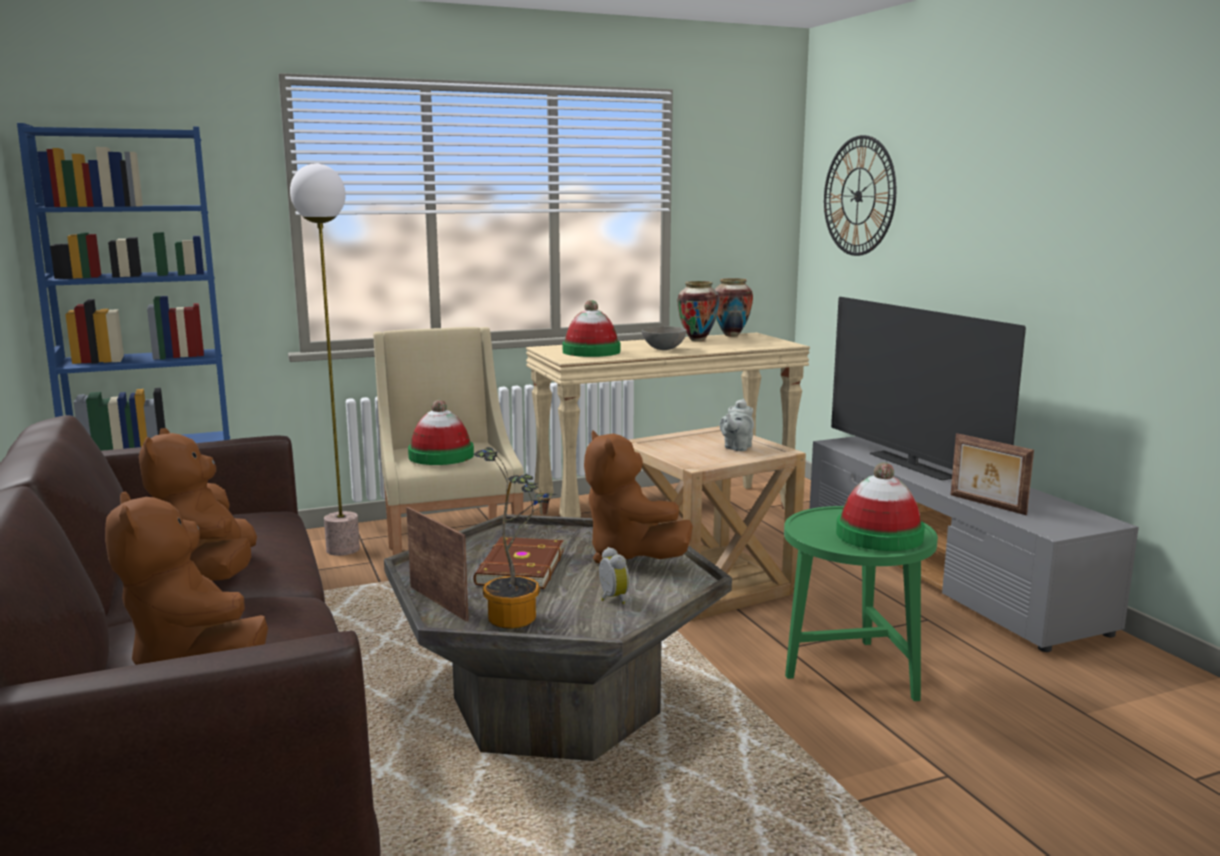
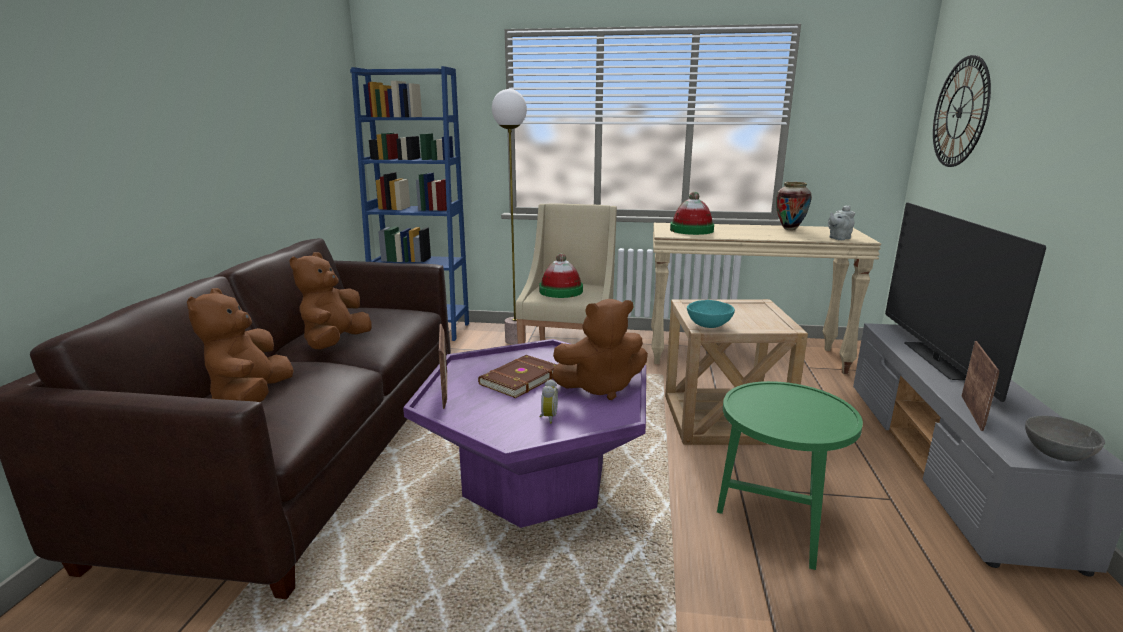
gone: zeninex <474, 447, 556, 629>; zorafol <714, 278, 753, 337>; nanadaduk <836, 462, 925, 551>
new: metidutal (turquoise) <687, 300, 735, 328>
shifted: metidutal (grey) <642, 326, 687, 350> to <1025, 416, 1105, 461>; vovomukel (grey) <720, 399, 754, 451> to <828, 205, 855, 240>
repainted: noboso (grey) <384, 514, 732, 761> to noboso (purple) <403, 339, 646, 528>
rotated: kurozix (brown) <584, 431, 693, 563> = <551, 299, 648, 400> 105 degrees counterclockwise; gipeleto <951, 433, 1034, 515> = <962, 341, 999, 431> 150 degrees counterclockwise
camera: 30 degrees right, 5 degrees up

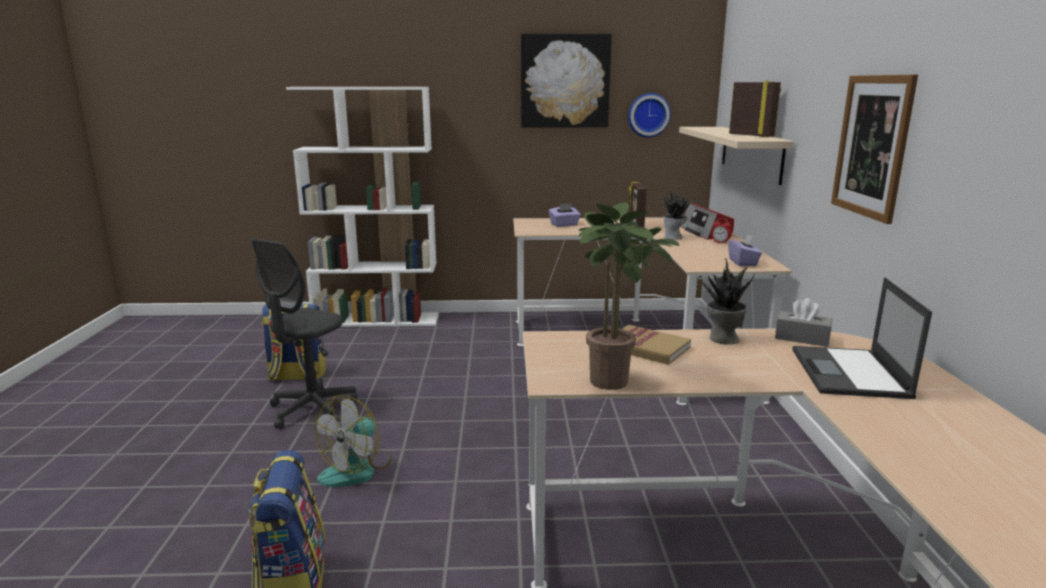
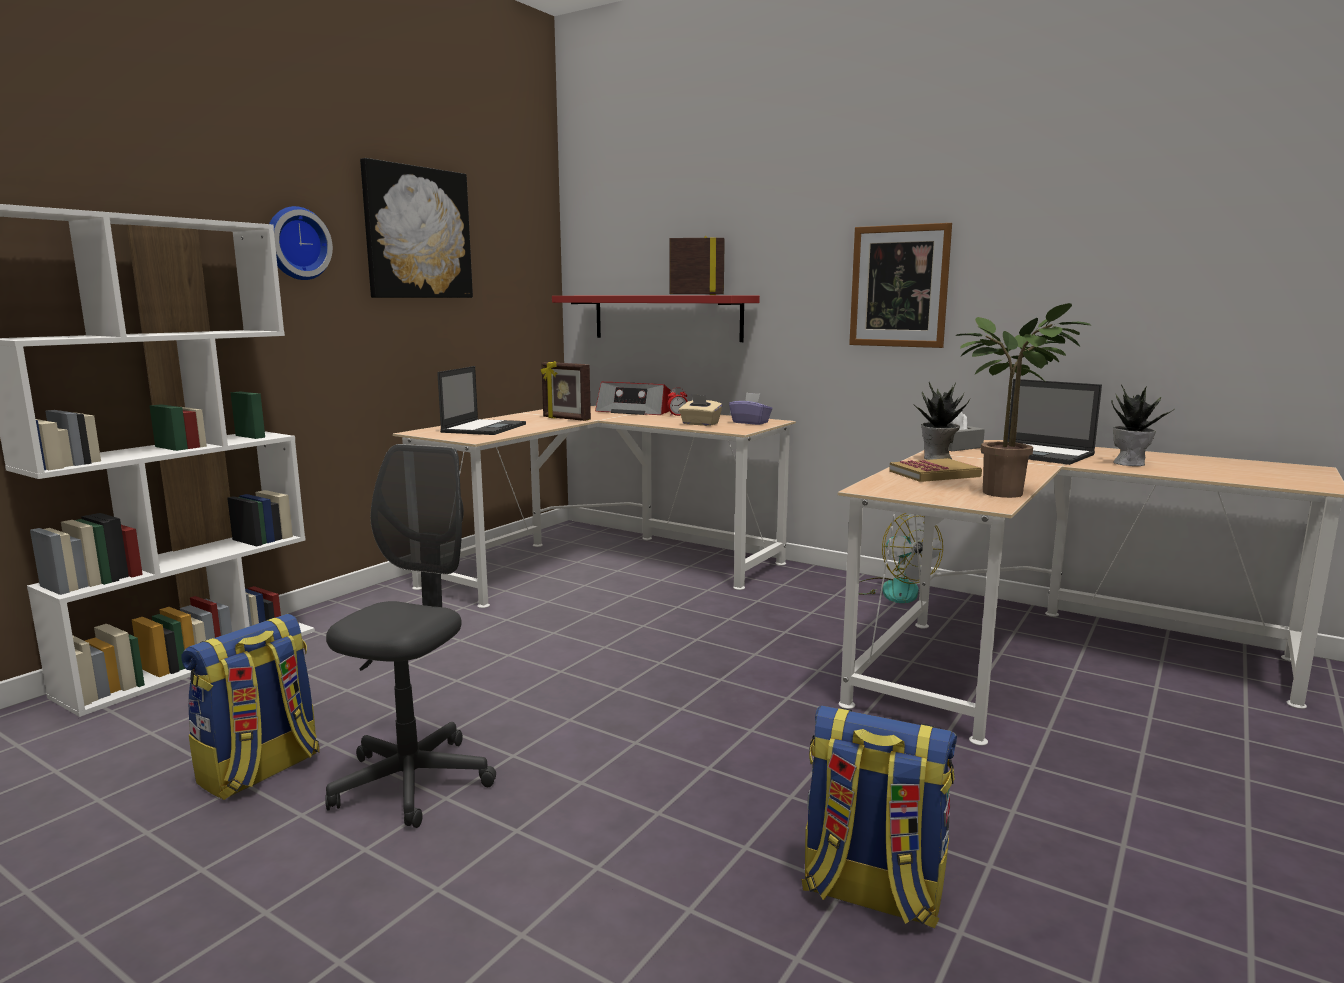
new: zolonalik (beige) <679, 394, 722, 426>
shifted: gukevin <314, 395, 392, 487> to <859, 513, 943, 603>; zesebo <628, 93, 671, 137> to <269, 206, 333, 280>; zeninex <660, 190, 694, 240> to <1111, 384, 1173, 466>
swapped: zolonalik (purple) <548, 203, 581, 227> to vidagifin <437, 366, 526, 435>
repainted: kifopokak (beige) <679, 127, 794, 185> to kifopokak (red) <552, 295, 760, 342>
rotated: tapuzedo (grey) <251, 238, 358, 430> = <325, 444, 496, 828> 135 degrees counterclockwise
camera: 55 degrees left, 5 degrees down

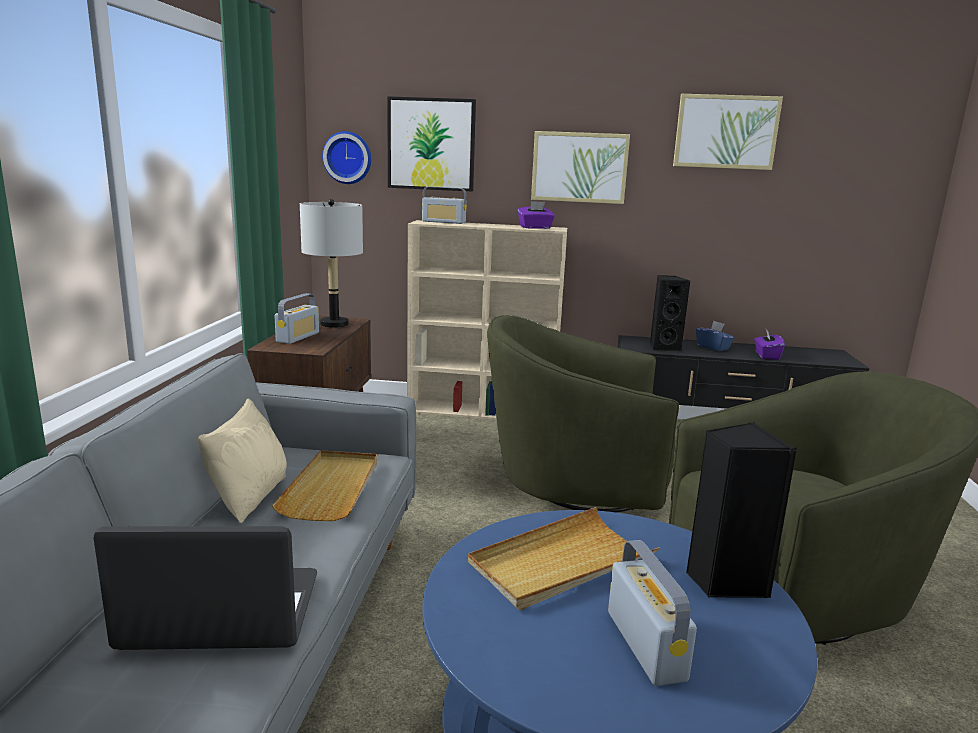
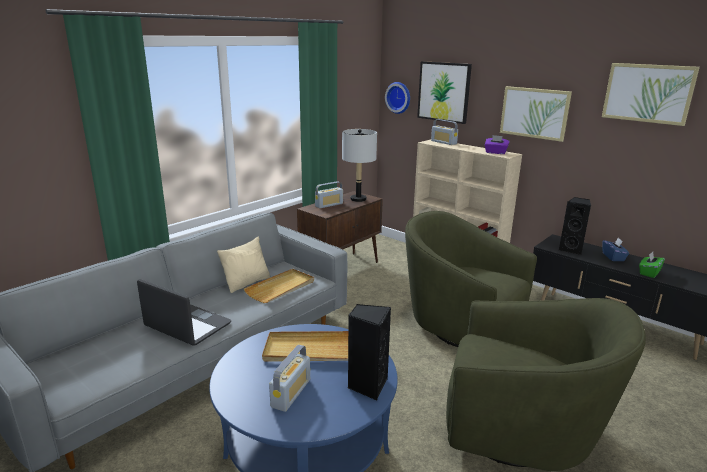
repainted: zolonalik (purple) <754, 329, 785, 360> to zolonalik (green) <639, 252, 665, 278>
camera: 35 degrees right, 5 degrees up

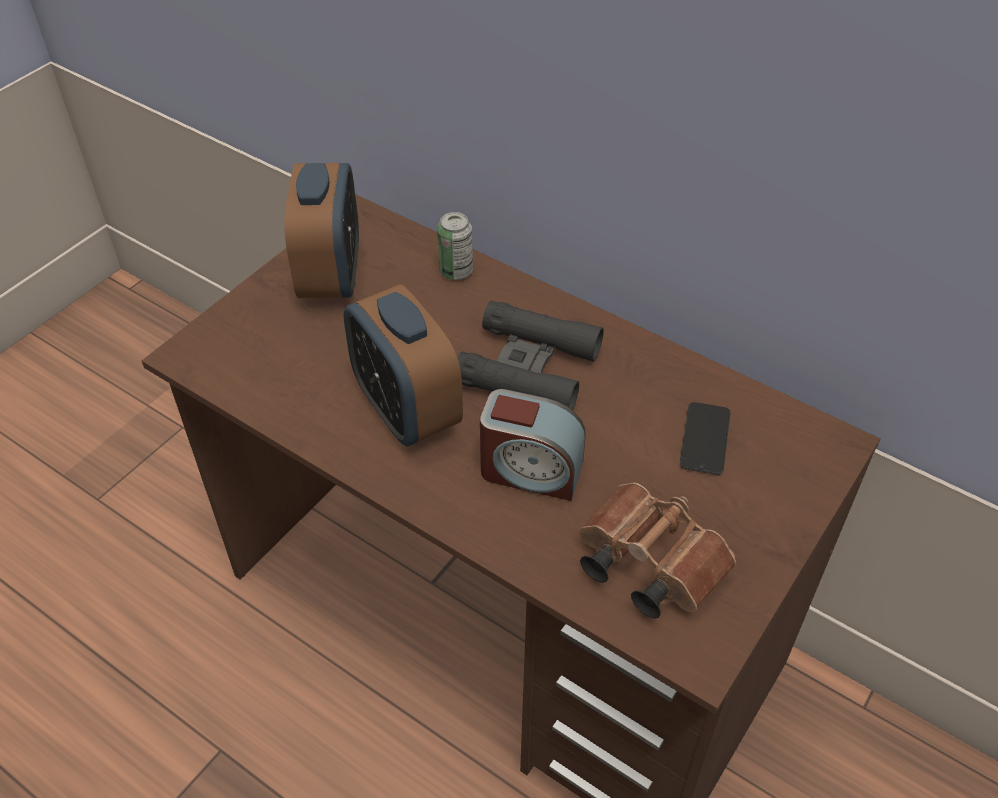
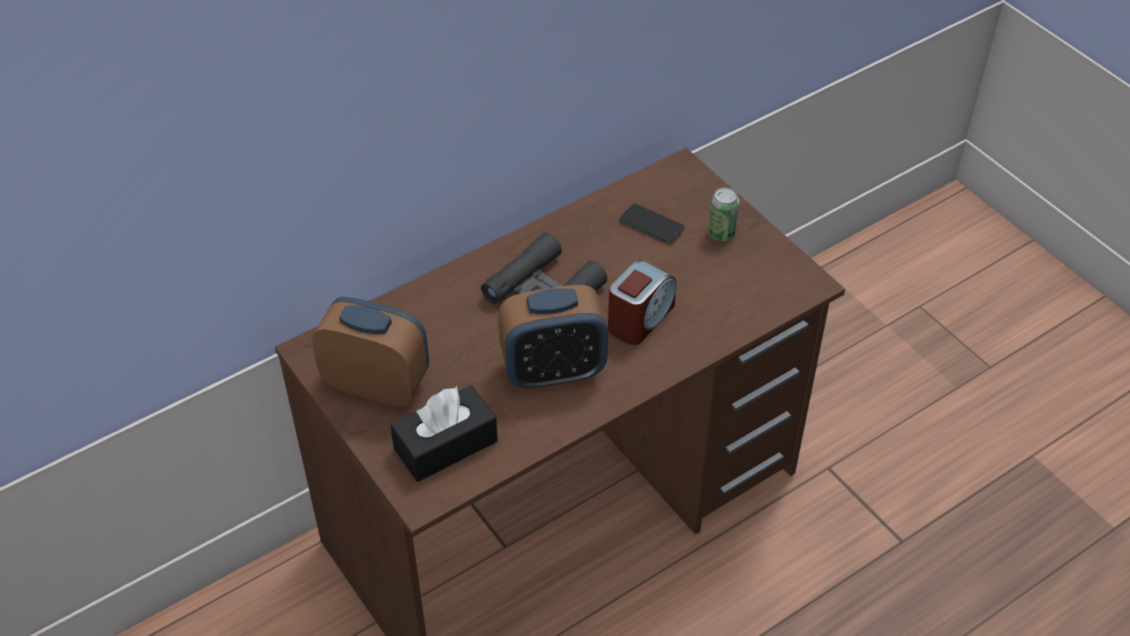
gone: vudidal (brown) <579, 483, 736, 618>
new: zolonalik (black) <390, 385, 498, 482>
shifted: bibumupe <437, 212, 473, 280> to <708, 187, 740, 241>
camera: 70 degrees left, 0 degrees up

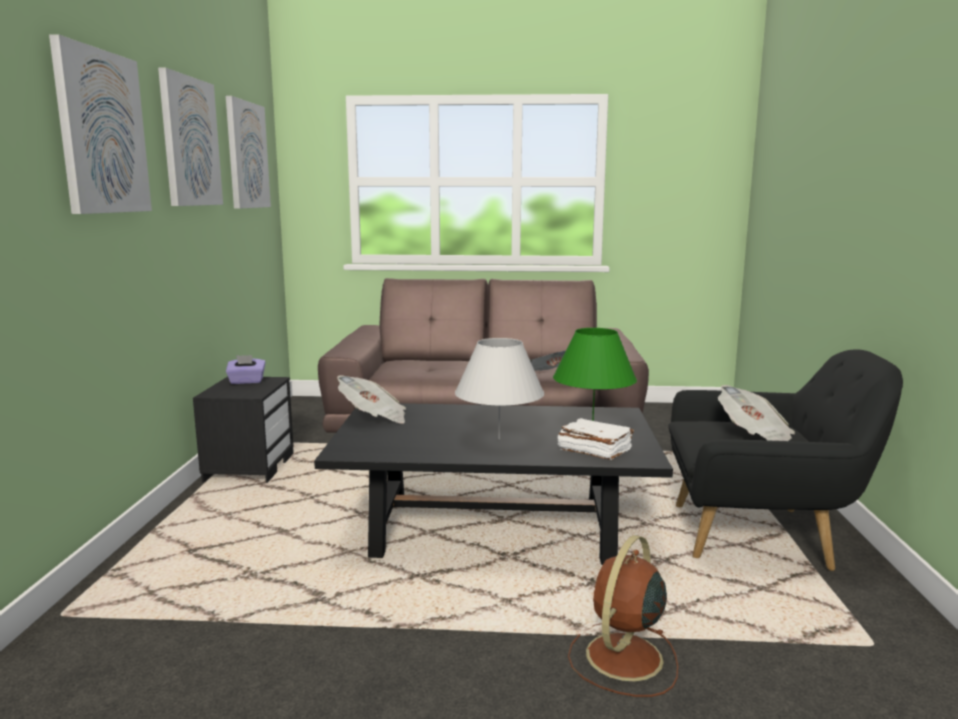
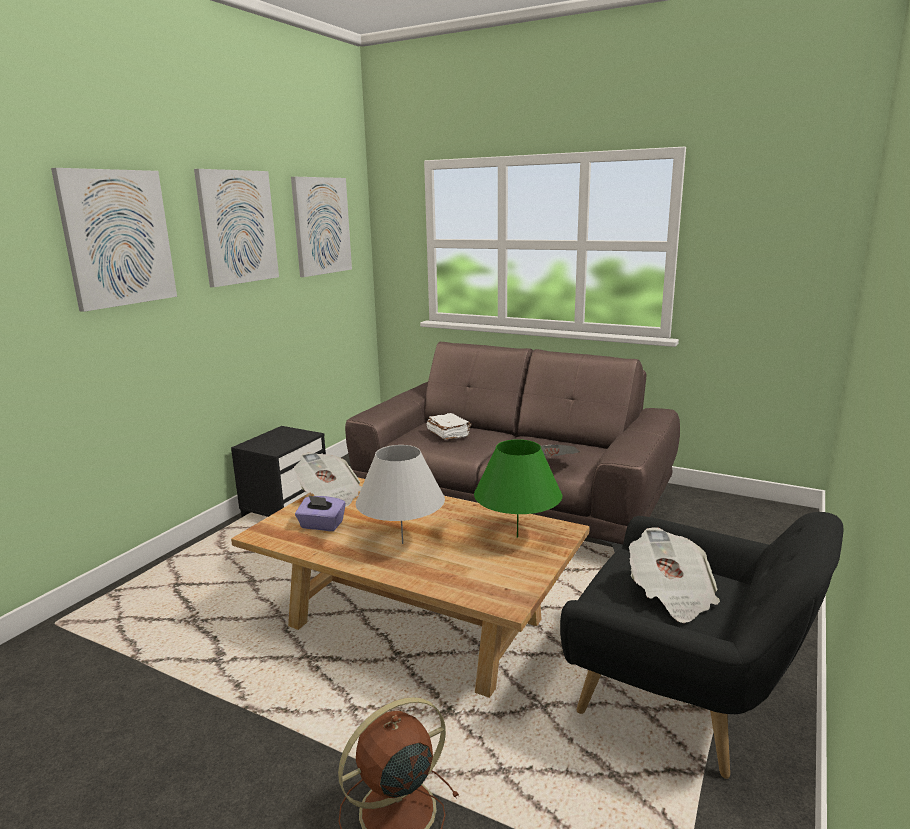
shifted: zolonalik (purple) <226, 355, 266, 384> to <295, 495, 346, 531>; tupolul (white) <557, 418, 634, 460> to <426, 413, 471, 440>
repainted: noboso (black) <314, 403, 673, 565> to noboso (beige) <231, 478, 590, 698>
camera: 25 degrees right, 5 degrees up

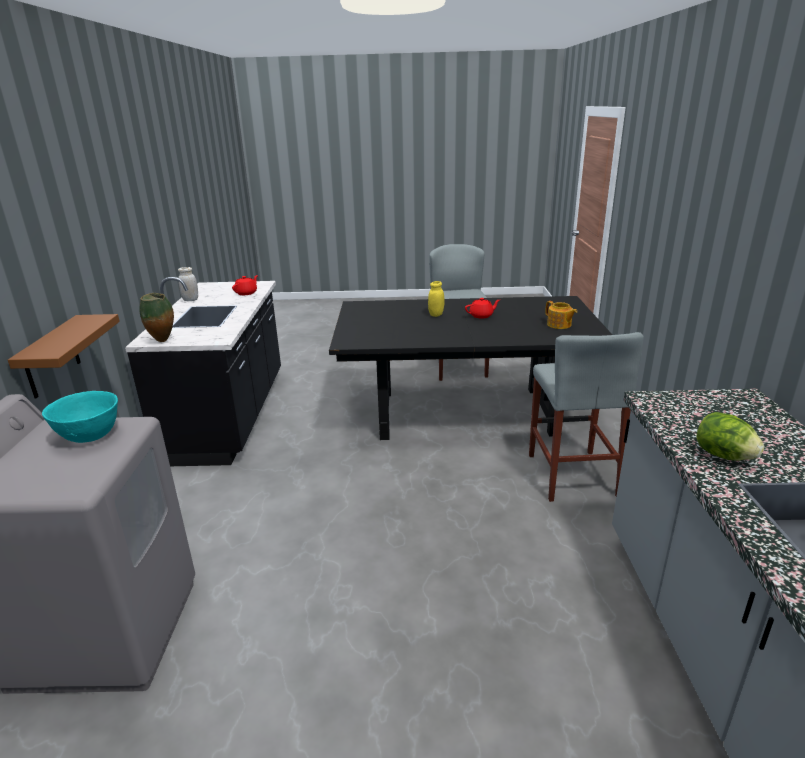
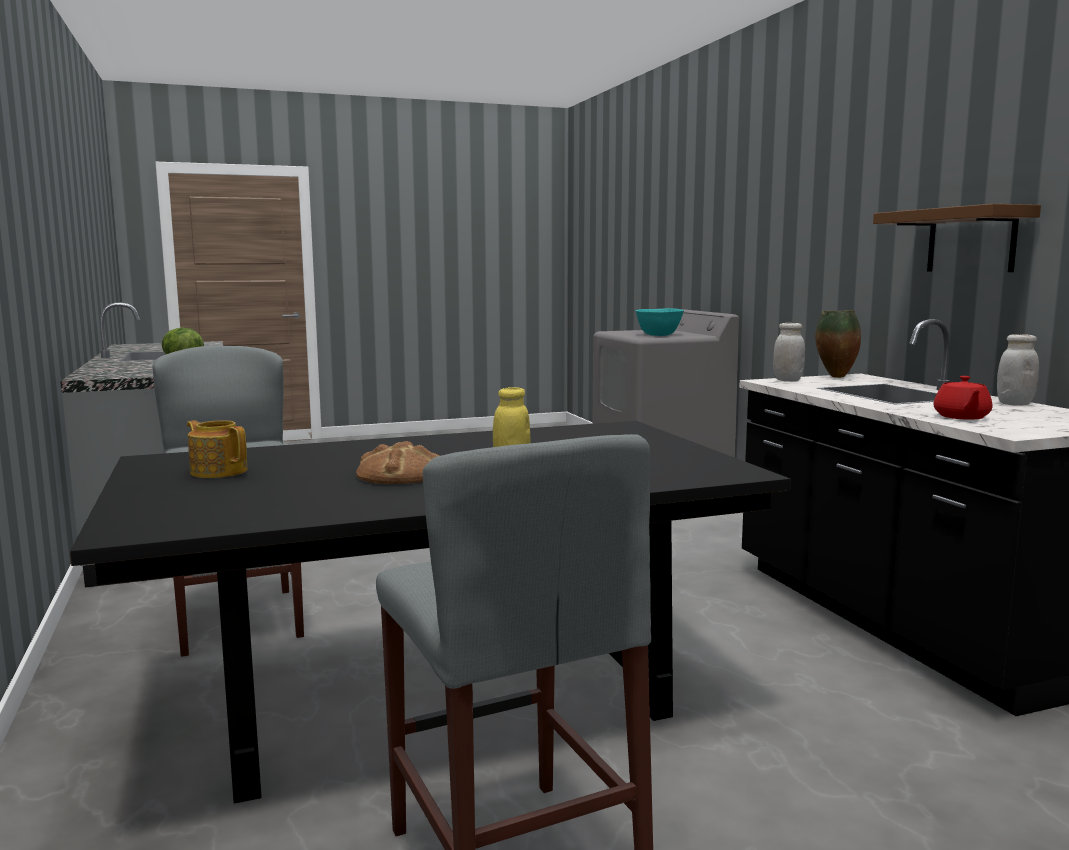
new: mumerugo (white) <773, 323, 805, 382>
shifted: kifopokak (brown) <8, 314, 120, 398> to <873, 204, 1041, 272>
swapped: vovomukel (red) <465, 298, 500, 318> to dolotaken <356, 441, 440, 484>
camera: 160 degrees right, 15 degrees down

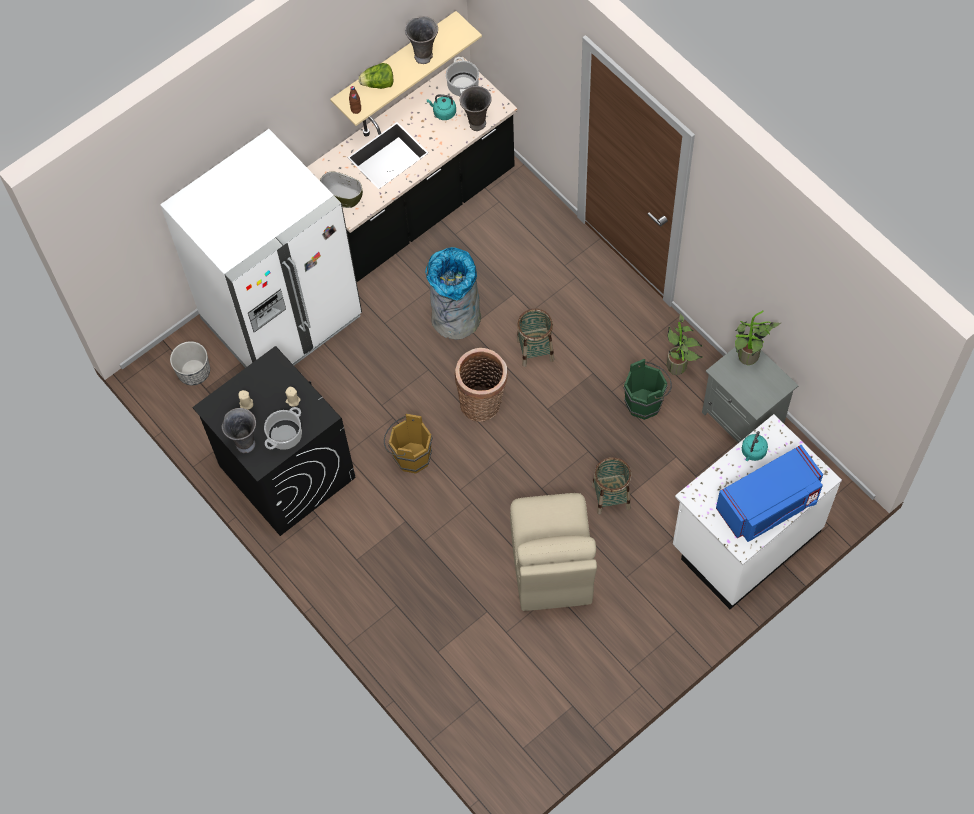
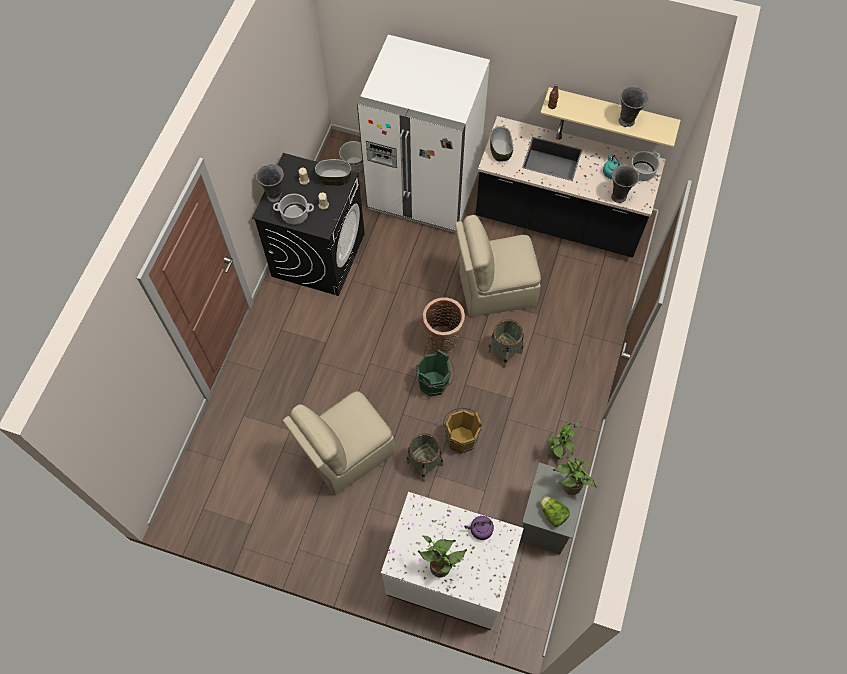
new: metidutal <315, 159, 351, 186>
shifted: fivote <358, 63, 394, 89> to <540, 496, 570, 527>; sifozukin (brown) <384, 414, 433, 474> to <443, 408, 482, 454>; sifozukin (green) <623, 359, 672, 419> to <416, 349, 455, 396>
swapped: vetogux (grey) <425, 247, 481, 340> to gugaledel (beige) <455, 215, 541, 317>; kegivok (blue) <716, 445, 823, 542> to zeninex <418, 535, 467, 577>
repainted: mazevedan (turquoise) <742, 431, 768, 461> to mazevedan (purple) <464, 516, 494, 540>
camera: 55 degrees right, 0 degrees up

